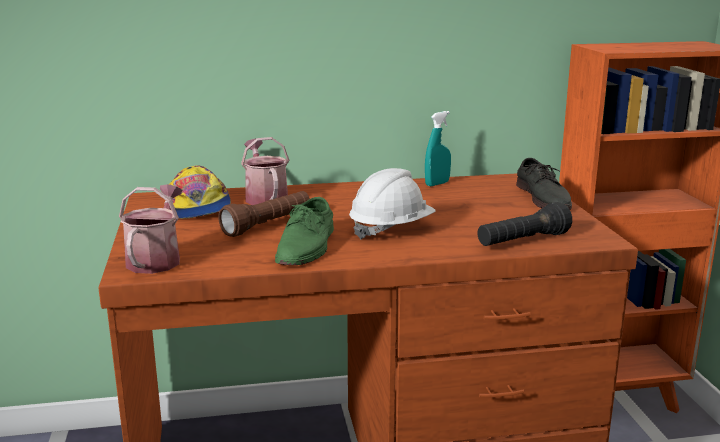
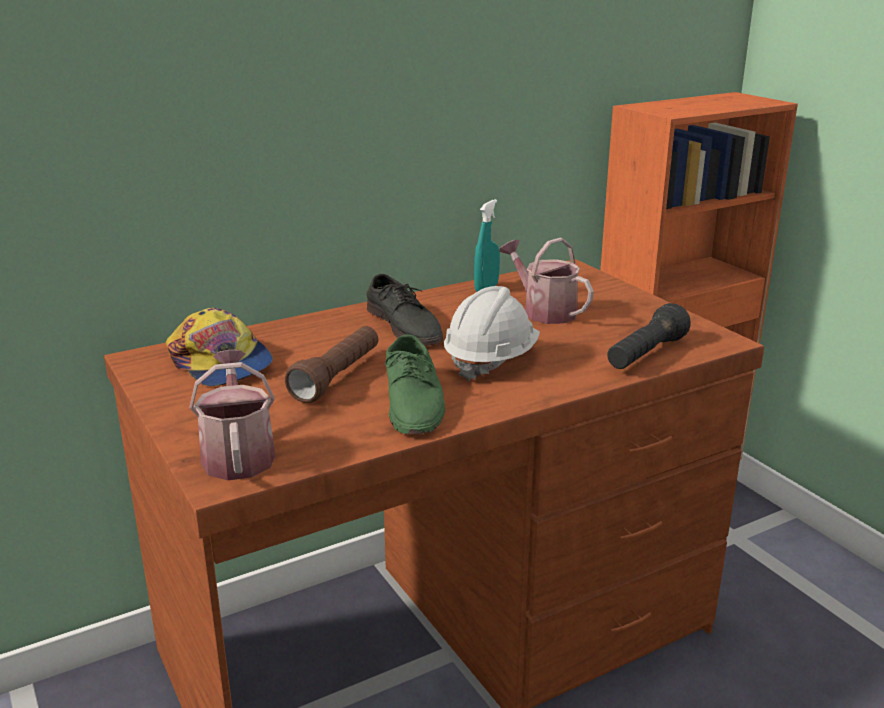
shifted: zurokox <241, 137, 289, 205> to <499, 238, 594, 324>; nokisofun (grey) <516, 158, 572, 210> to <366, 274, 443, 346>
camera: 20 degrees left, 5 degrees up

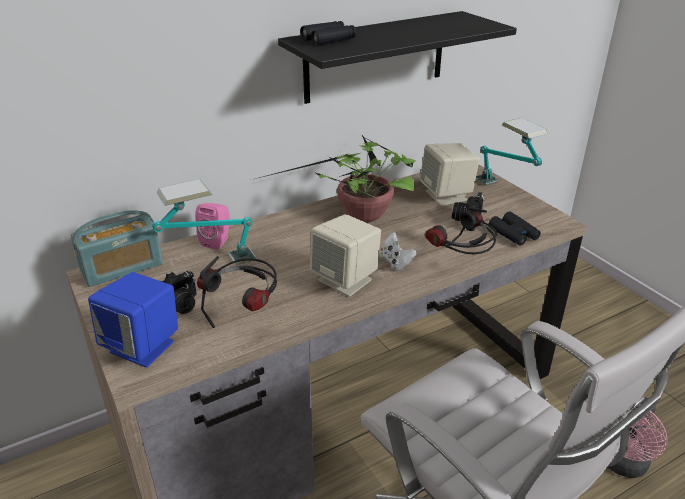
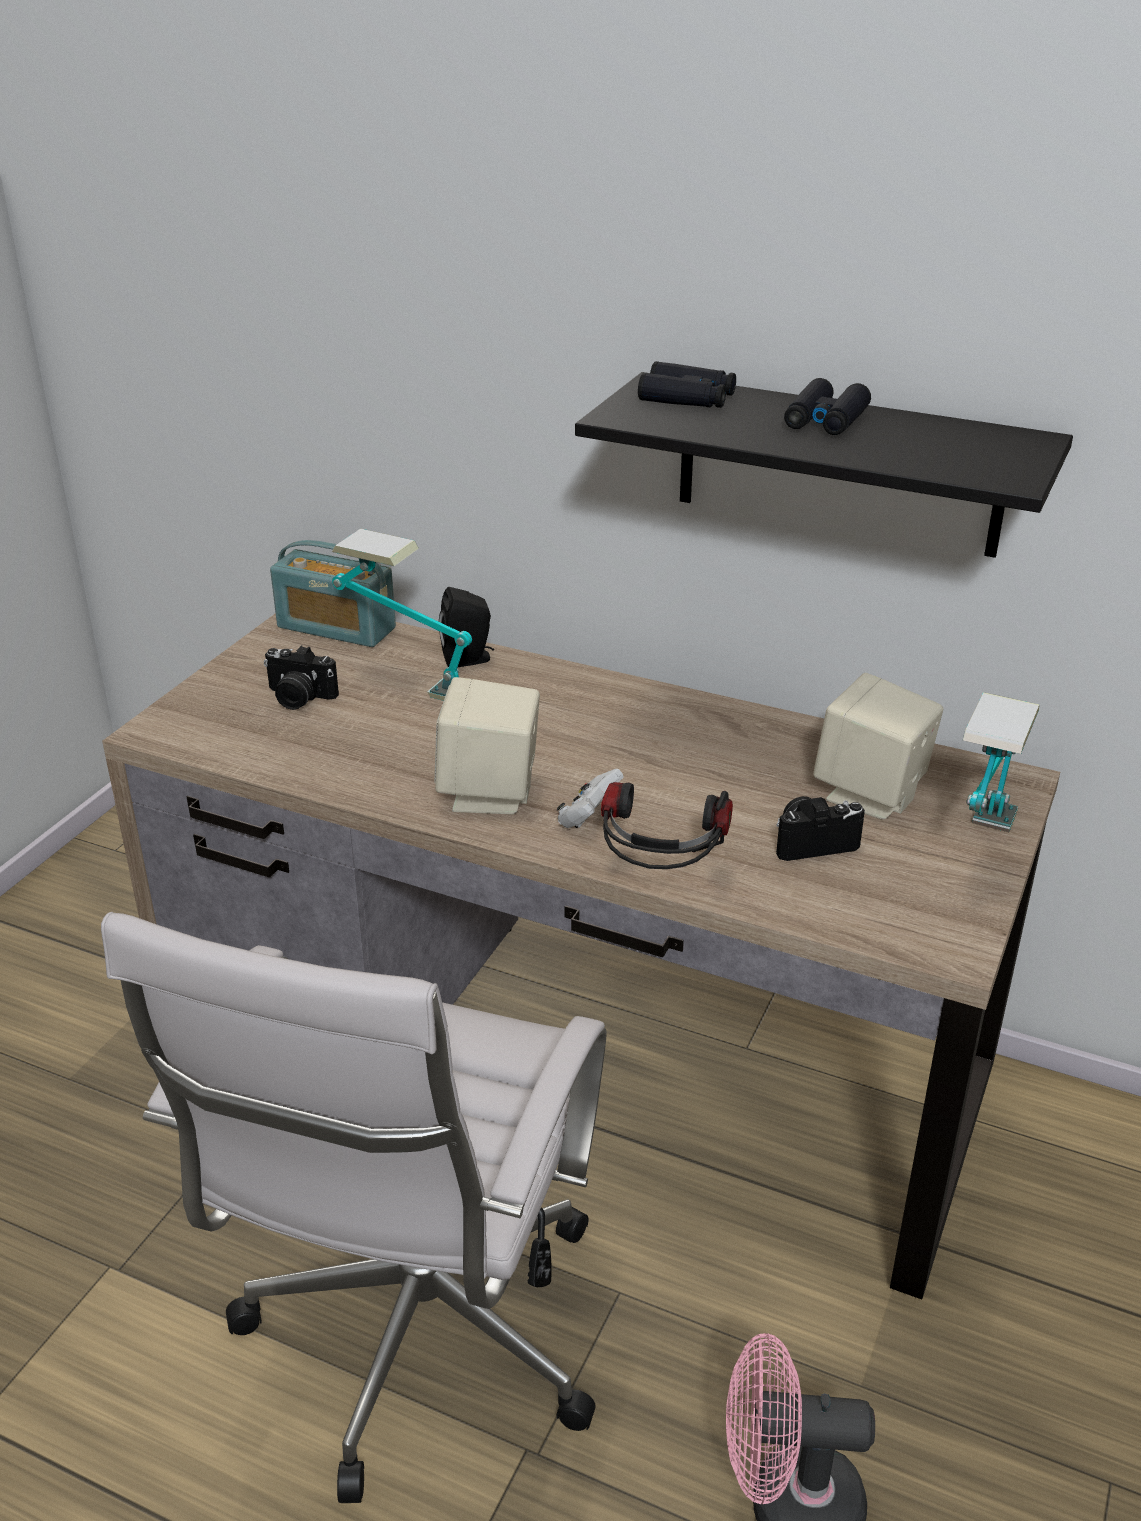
gone: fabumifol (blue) <88, 272, 178, 368>; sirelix <197, 257, 277, 328>; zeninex <259, 135, 416, 223>
shifted: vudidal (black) <489, 211, 541, 246> to <784, 378, 871, 435>
repainted: fabumifol (pink) <195, 203, 230, 250> to fabumifol (black) <439, 587, 494, 667>
camera: 55 degrees right, 0 degrees up

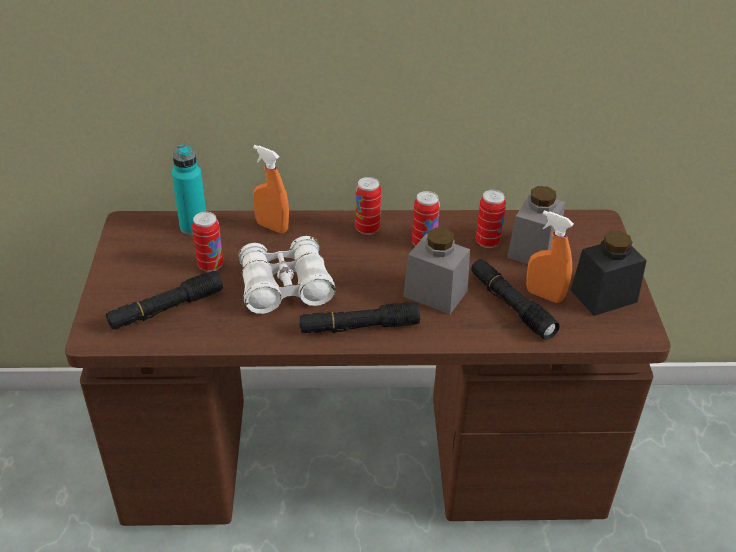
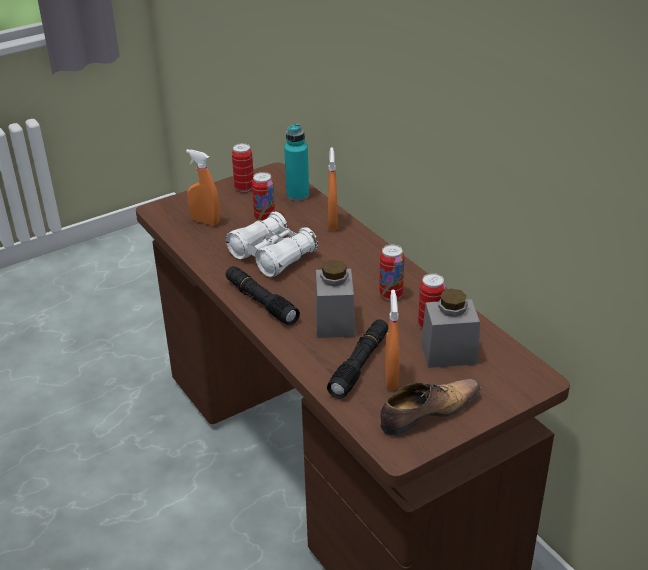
shifted: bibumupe <355, 177, 381, 235> to <232, 143, 254, 192>
swapped: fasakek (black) <106, 271, 223, 330> to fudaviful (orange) <186, 149, 220, 226>; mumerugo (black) <571, 231, 647, 316> to nokisofun <380, 379, 481, 436>
camera: 60 degrees right, 5 degrees down

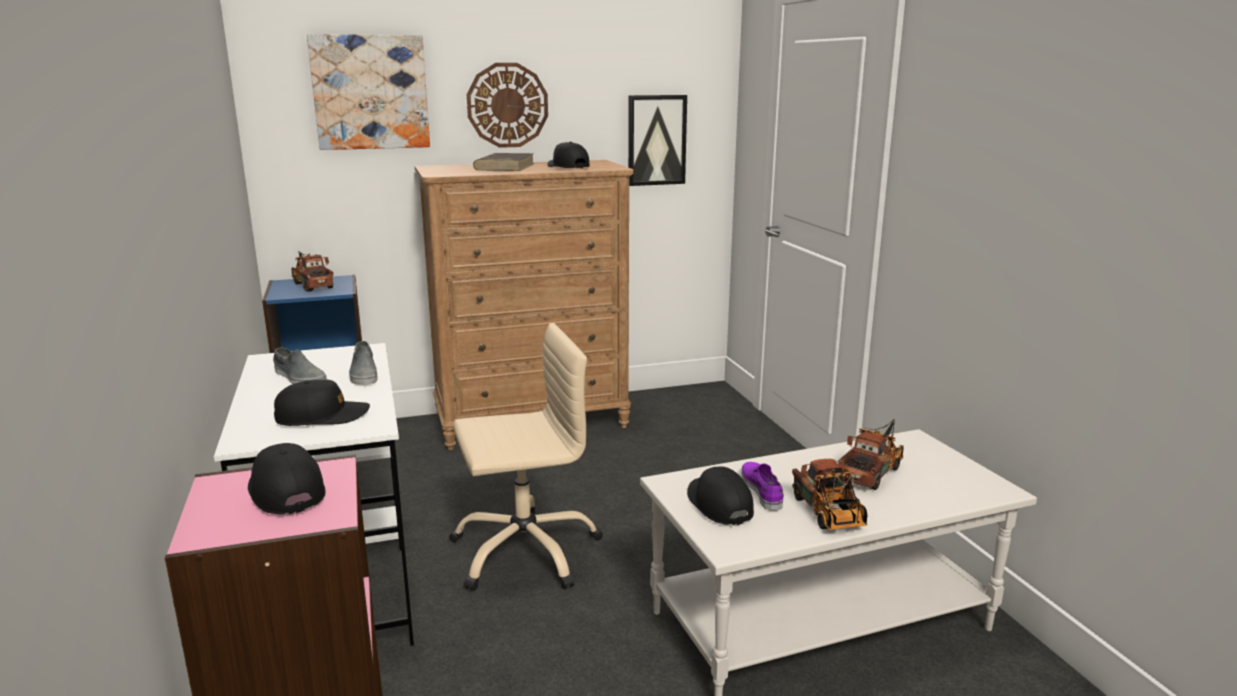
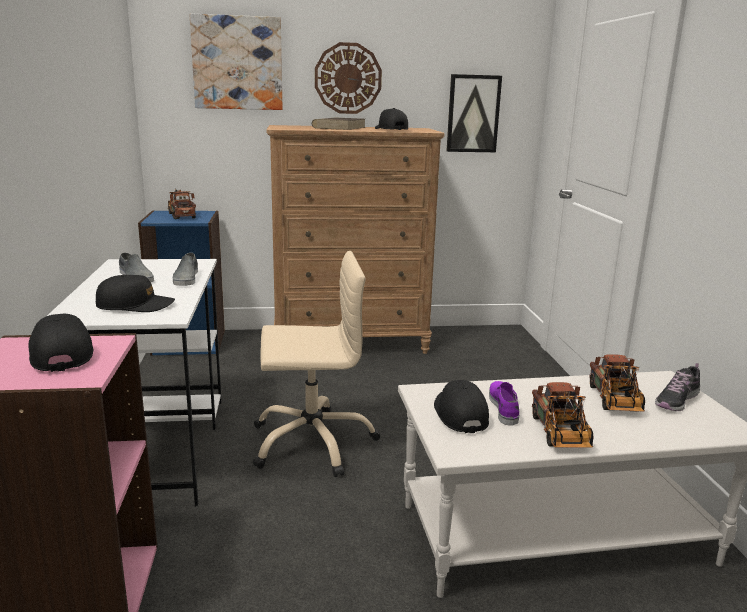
new: nokisofun <655, 363, 700, 411>
rotated: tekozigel <838, 419, 904, 490> = <589, 354, 645, 412> 135 degrees clockwise
camera: 10 degrees right, 0 degrees up

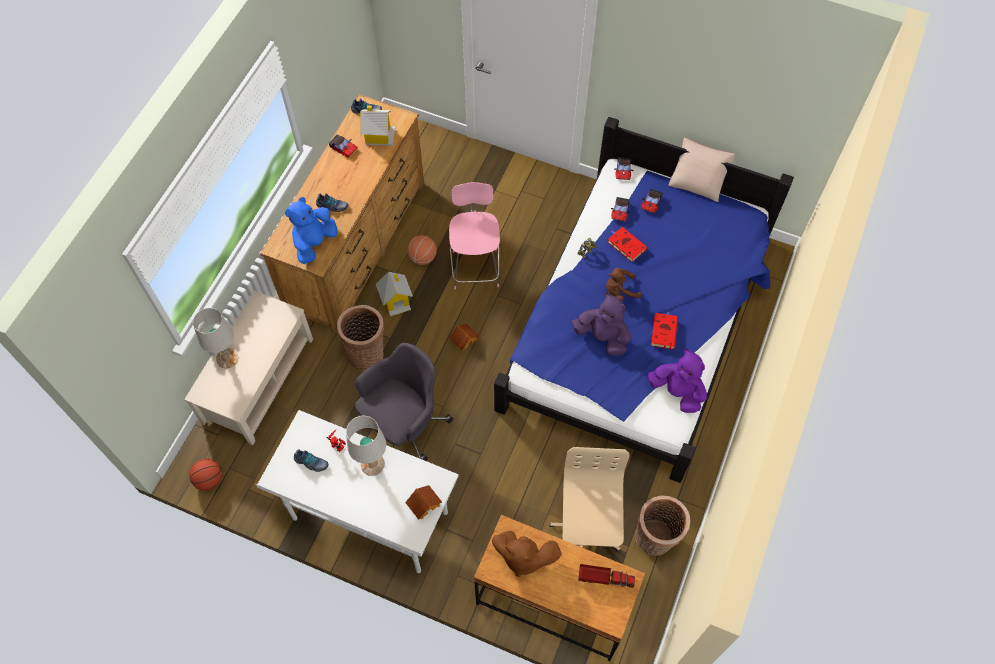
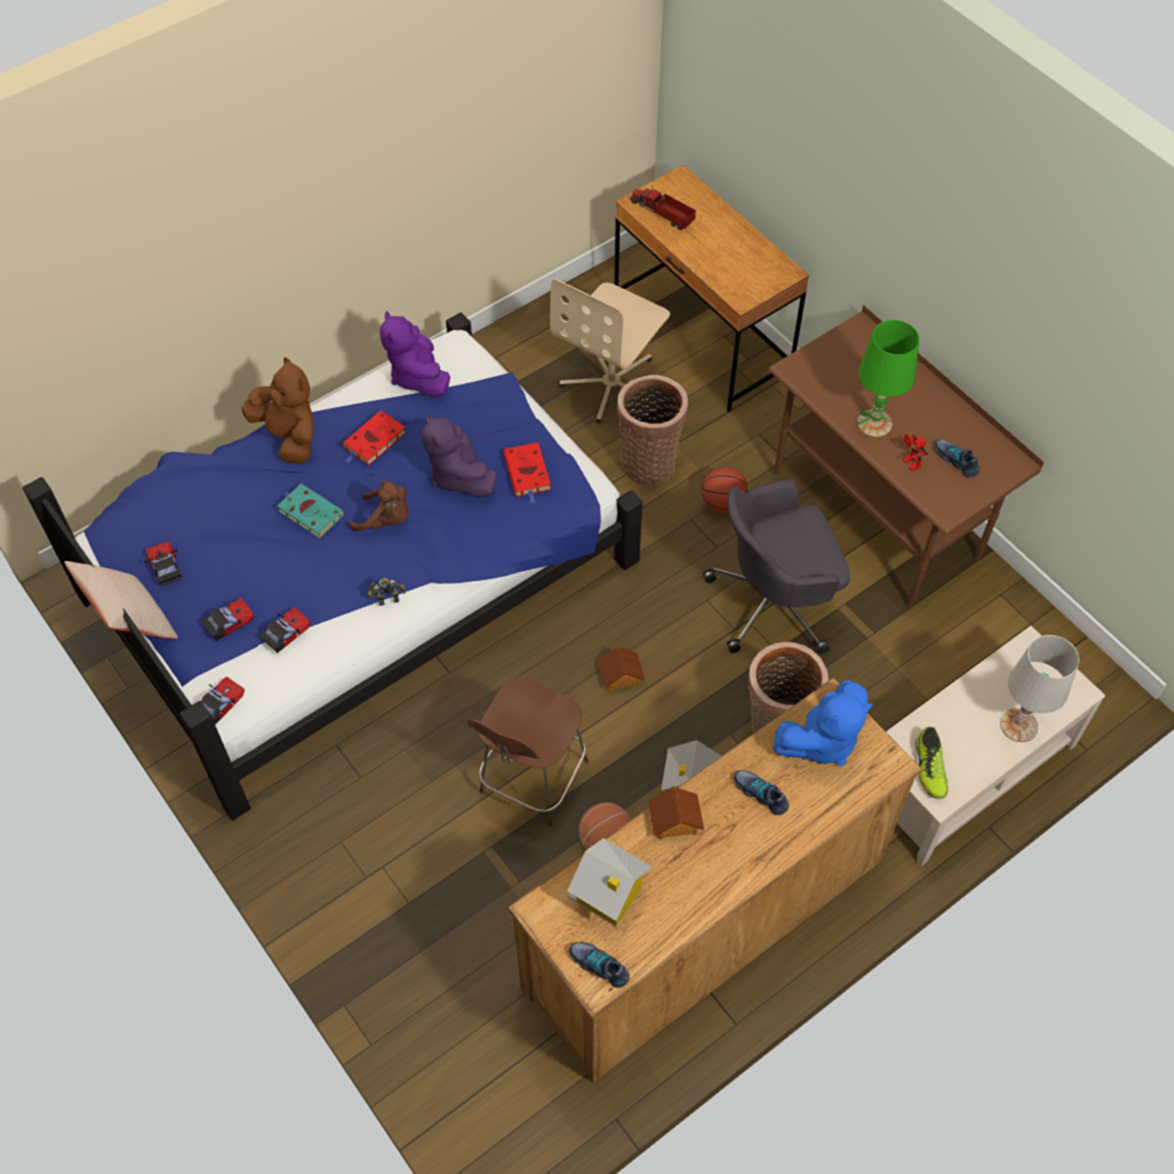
new: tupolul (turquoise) <277, 484, 344, 539>; nokisofun <915, 727, 948, 799>
shifted: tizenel <189, 458, 223, 491> to <701, 467, 748, 514>; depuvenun <329, 135, 358, 158> to <144, 541, 182, 586>; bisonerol <405, 485, 442, 520> to <648, 786, 704, 840>; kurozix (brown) <492, 531, 562, 577> to <241, 357, 314, 464>; tupolul (red) <608, 227, 647, 262> to <503, 442, 551, 504>; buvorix <635, 495, 690, 556> to <617, 375, 688, 486>
repainted: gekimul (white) <255, 410, 459, 573> to gekimul (brown) <769, 305, 1044, 607>; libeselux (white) <346, 416, 386, 476> to libeselux (green) <857, 320, 919, 437>; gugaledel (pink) <449, 182, 500, 289> to gugaledel (brown) <467, 678, 588, 826>
camera: 150 degrees left, 5 degrees down

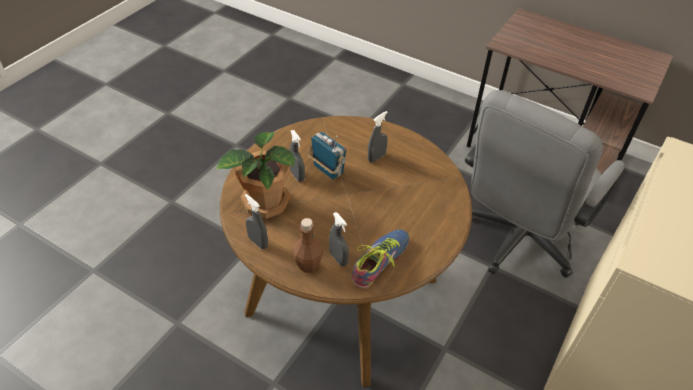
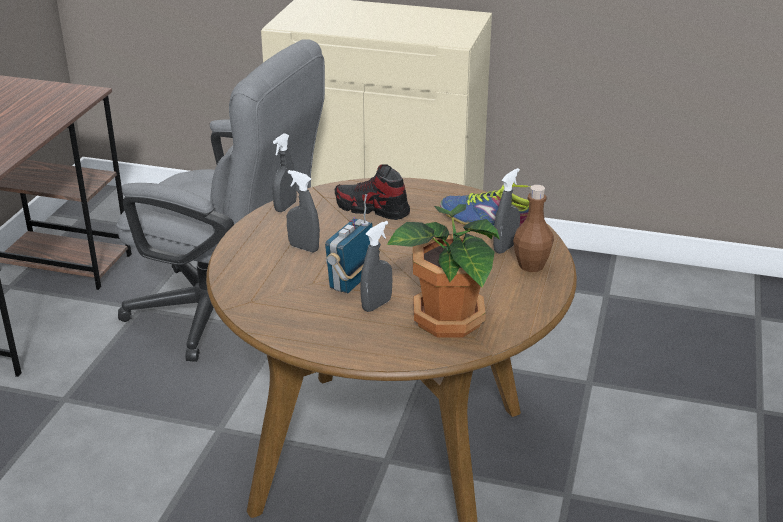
new: nokisofun <335, 164, 410, 220>
shifted: fudaviful (grey) <245, 194, 268, 249> to <272, 133, 297, 212>
camera: 105 degrees left, 15 degrees down

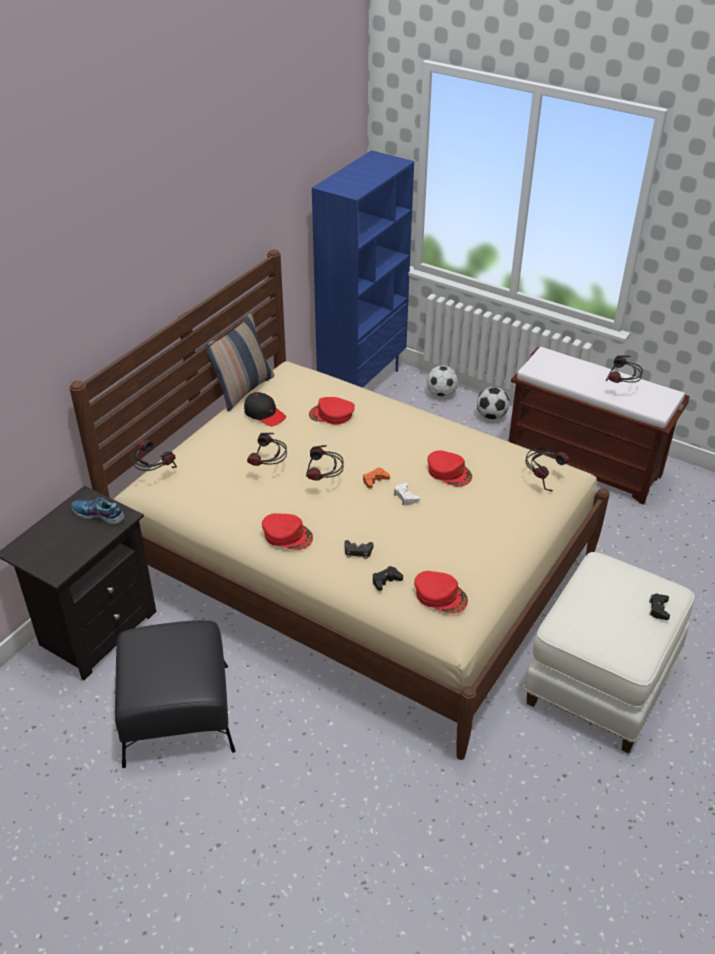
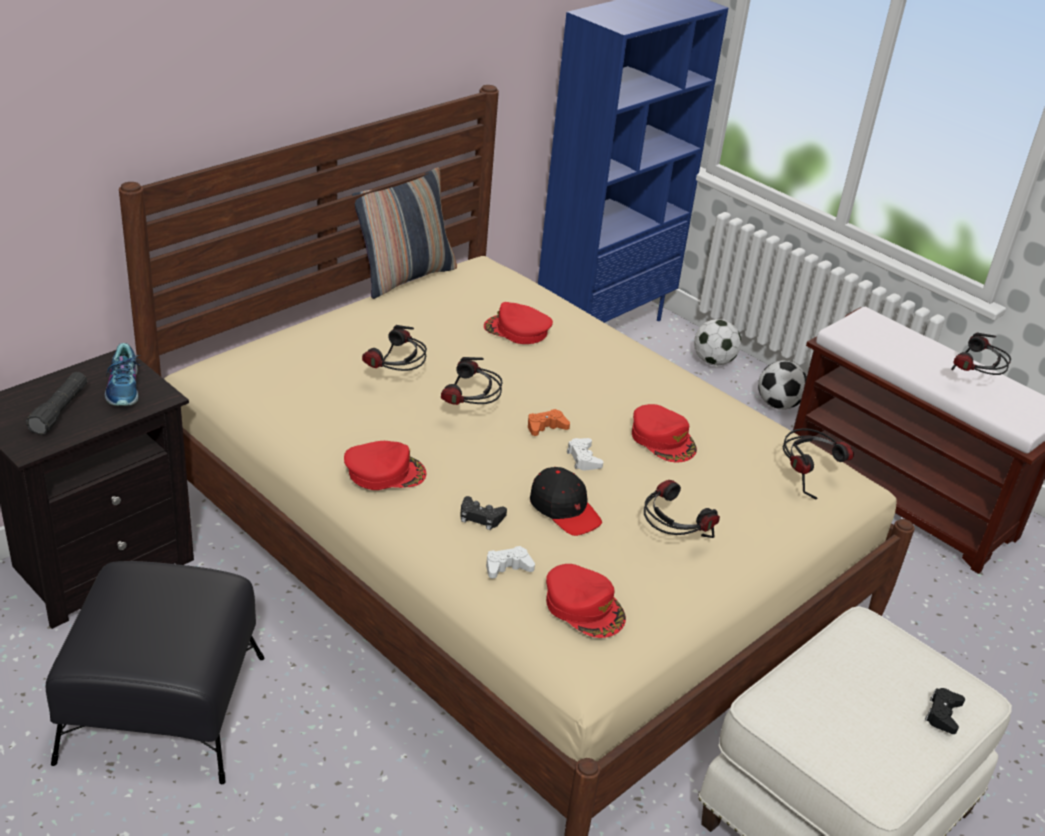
new: fasakek (black) <26, 372, 87, 435>
shifted: sirelix <131, 440, 177, 471> to <644, 480, 720, 538>; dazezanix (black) <244, 392, 286, 426> to <530, 467, 602, 536>
repainted: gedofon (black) <373, 566, 403, 591> to gedofon (white) <486, 546, 535, 579>
rotated: nokisofun <72, 497, 125, 525> = <105, 343, 141, 406> 135 degrees counterclockwise; dazezanix (red) <262, 513, 313, 550> = <344, 441, 427, 490> 45 degrees counterclockwise
camera: 10 degrees right, 5 degrees down

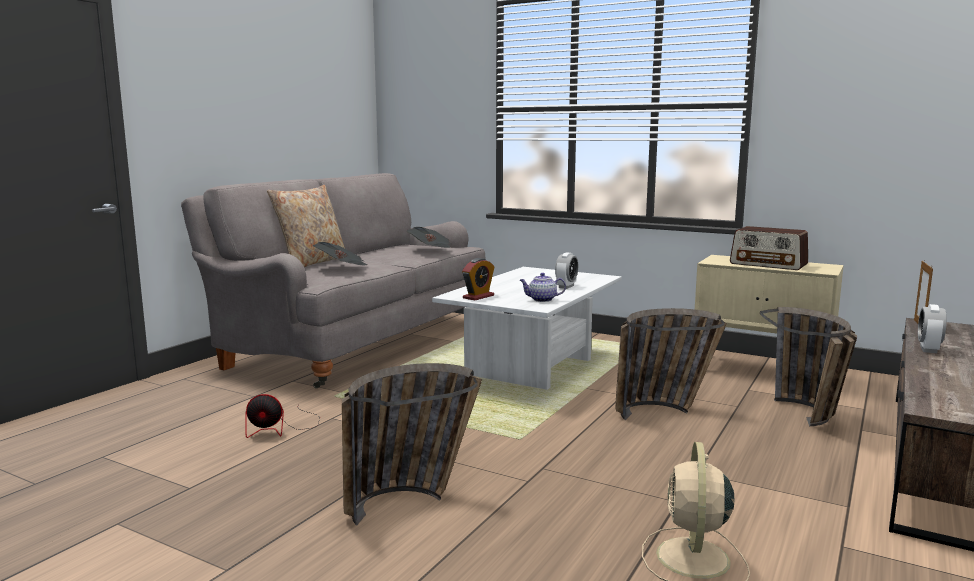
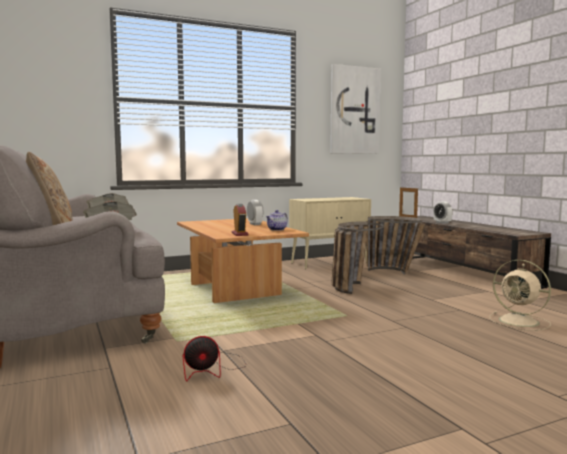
gone: buvorix <342, 363, 482, 525>; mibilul <730, 226, 808, 270>
new: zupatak <330, 64, 381, 154>
repainted: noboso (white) <432, 267, 622, 390> to noboso (brown) <177, 218, 309, 303>
rotated: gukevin <245, 394, 320, 438> = <183, 336, 246, 382> 45 degrees clockwise
camera: 55 degrees left, 5 degrees down

